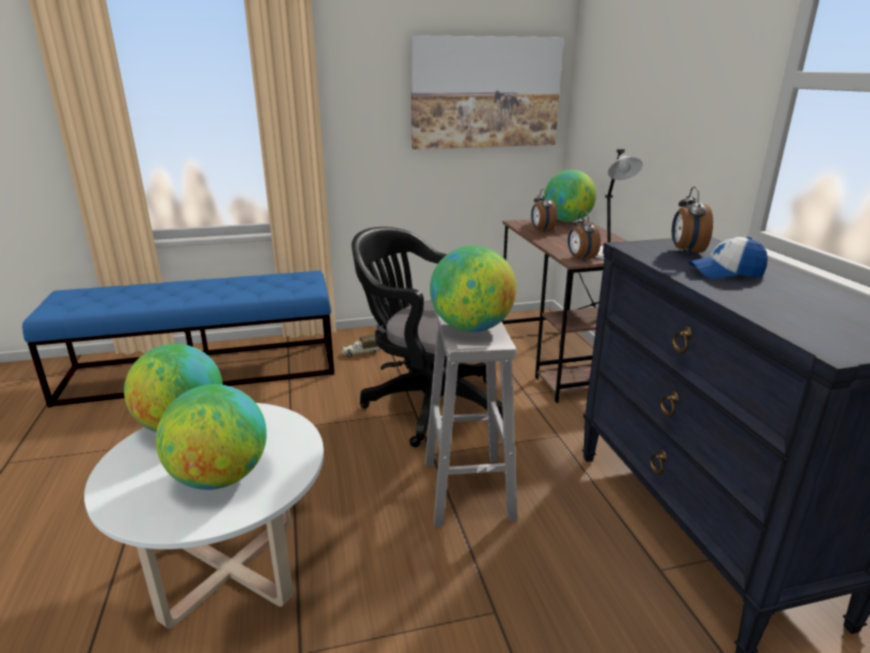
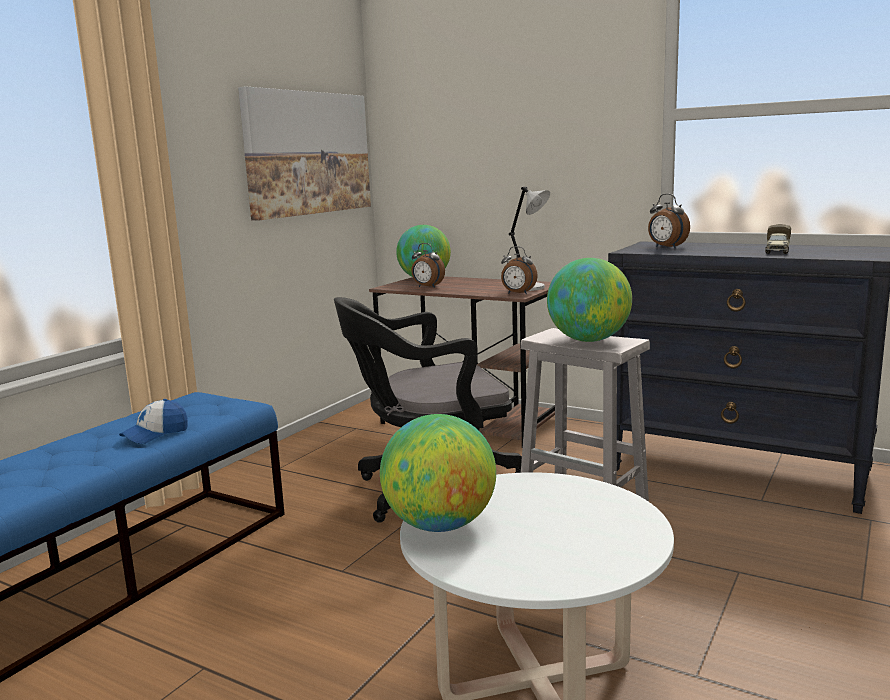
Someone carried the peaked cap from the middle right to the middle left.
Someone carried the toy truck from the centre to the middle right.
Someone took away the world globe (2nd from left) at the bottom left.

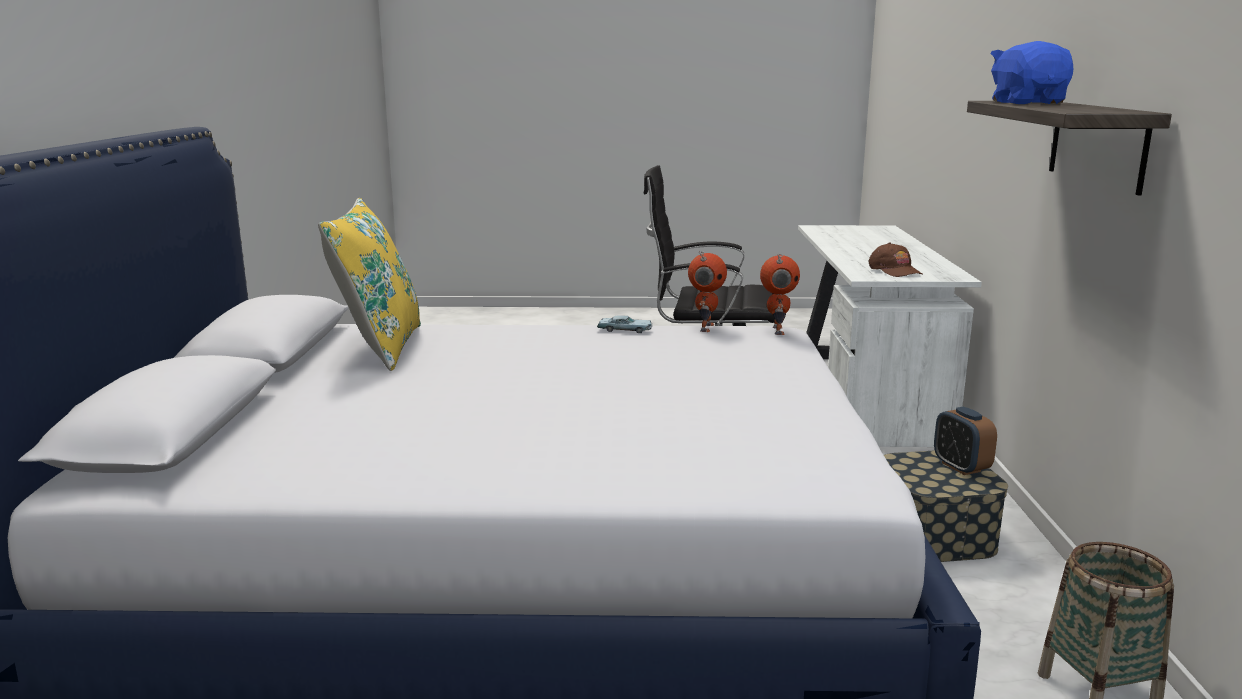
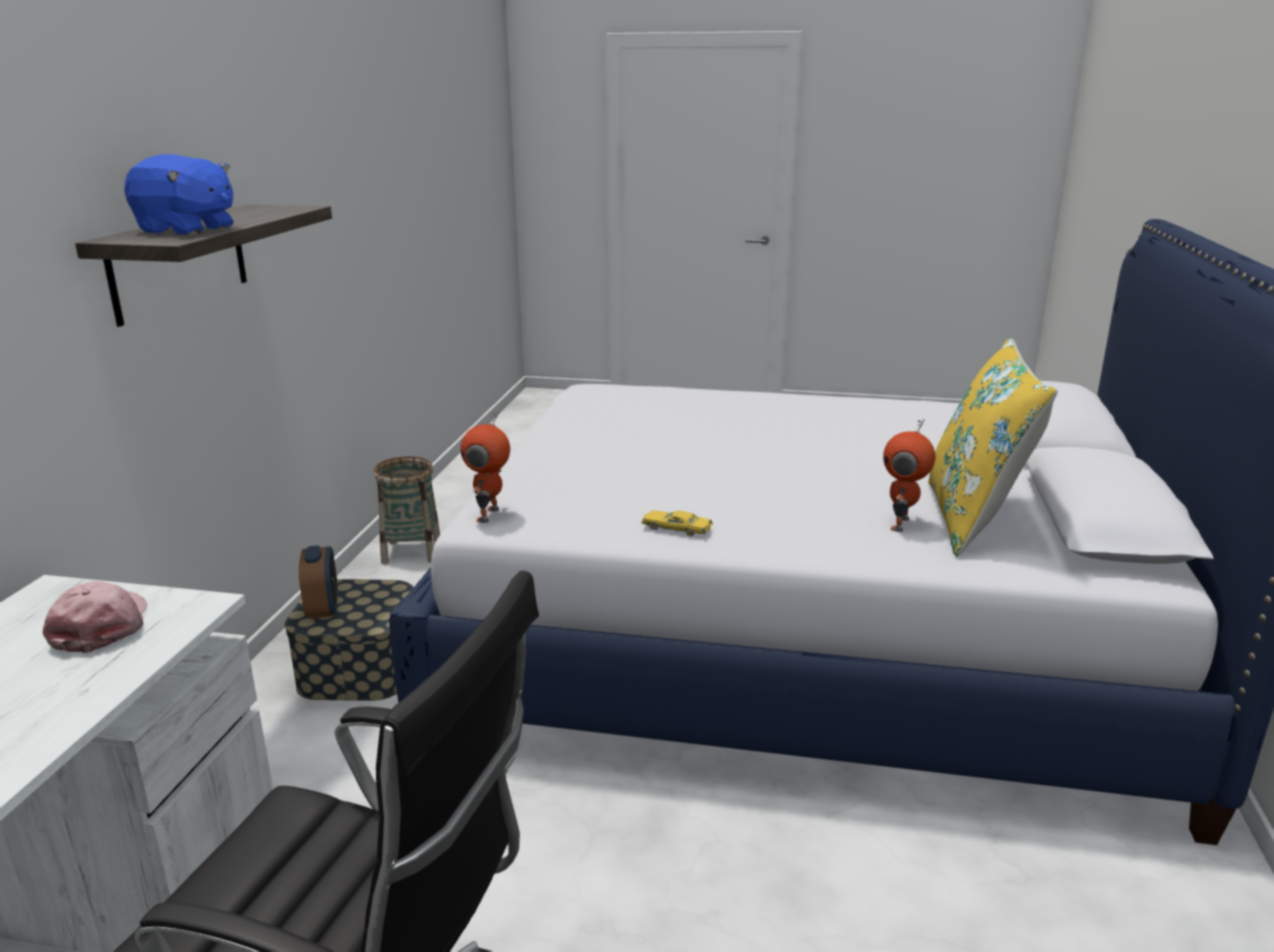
Someone rotated the blue-coloured plush toy at the top right by 75 degrees counterclockwise.
Someone repainted the brown peaked cap at the middle right, which became the pinkish peaked cap at the middle left.
Someone carried the robot figure (1st from left in the first image) from the centre to the middle right.
Someone repainted the blue-coloured model car at the centre, which became the yellowish model car at the centre.

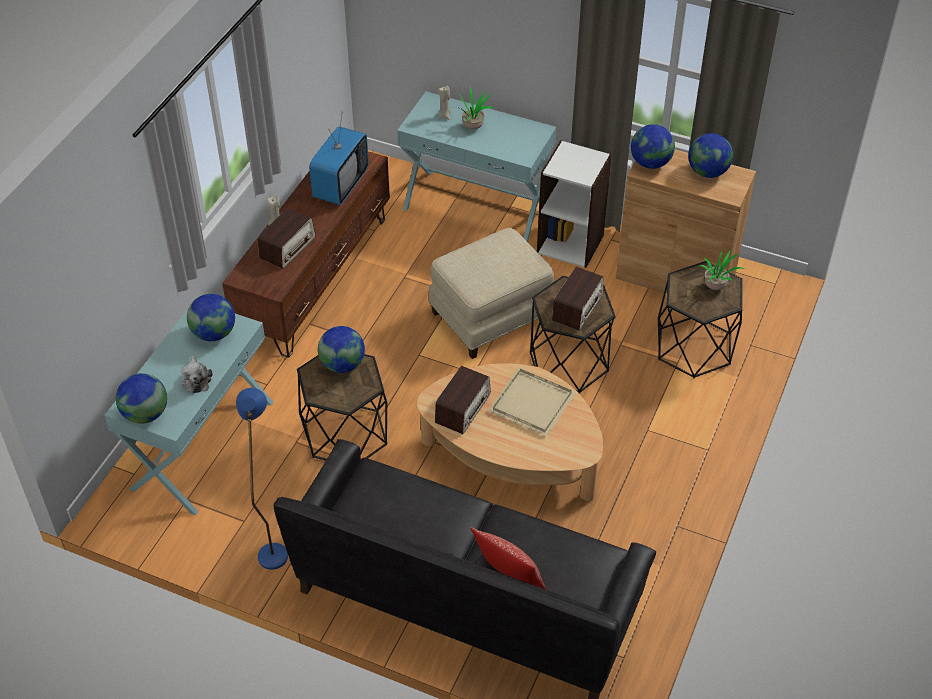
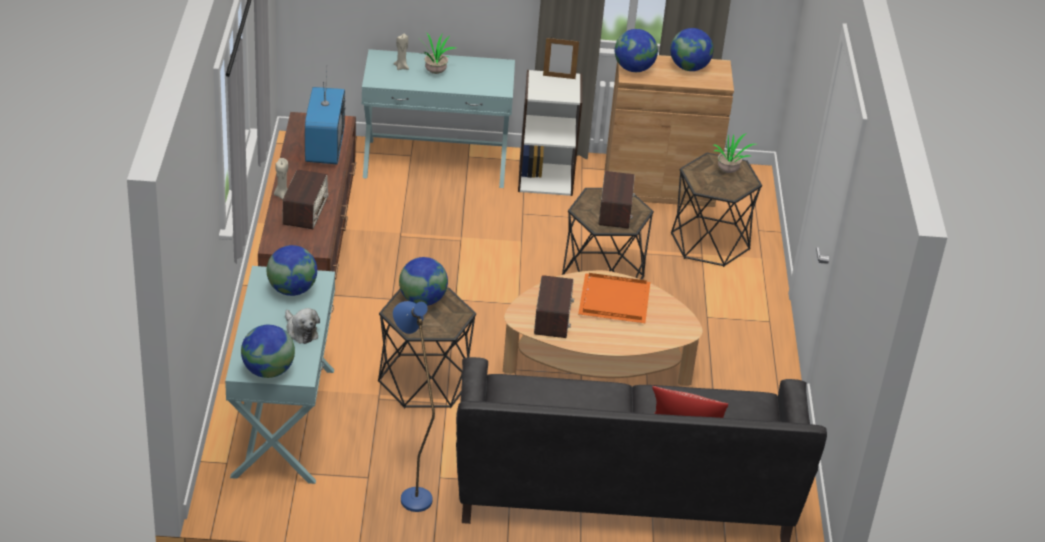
Someone took away the beige-coloured pouffe at the centre.
Someone repainted the beige-coloured tray at the centre, which became the orange tray at the centre.
Someone put down the photo frame at the top centre.

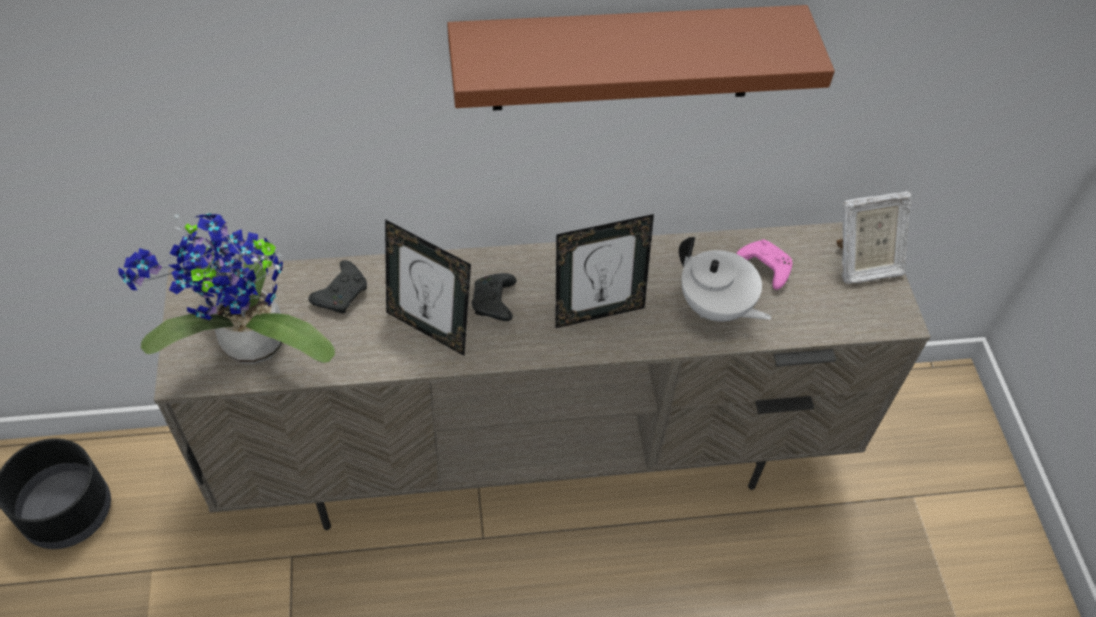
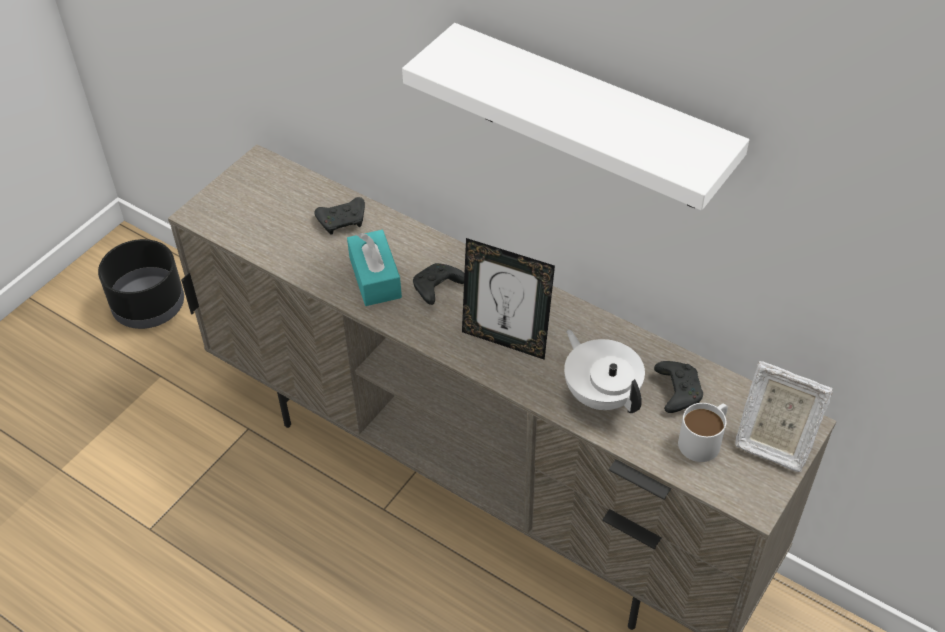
Someone repainted the brown wall shelf at the top centre, which became the white wall shelf at the top centre.
Someone took away the plant in a pot at the middle left.
Someone swapped the photo frame (1st from left) at the centre for the turquoise tissue holder at the centre.
Someone rotated the white tea pot at the centre by 150 degrees clockwise.
Someone repainted the pinkish gamepad at the middle right, which became the black gamepad (3rd from left) at the middle right.
Someone put down the white tea mug at the bottom right.

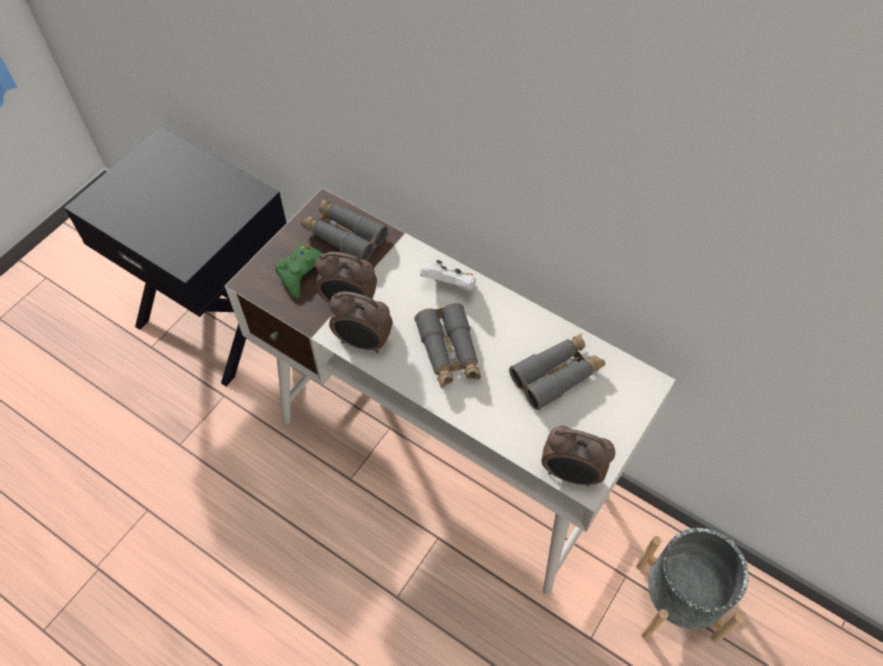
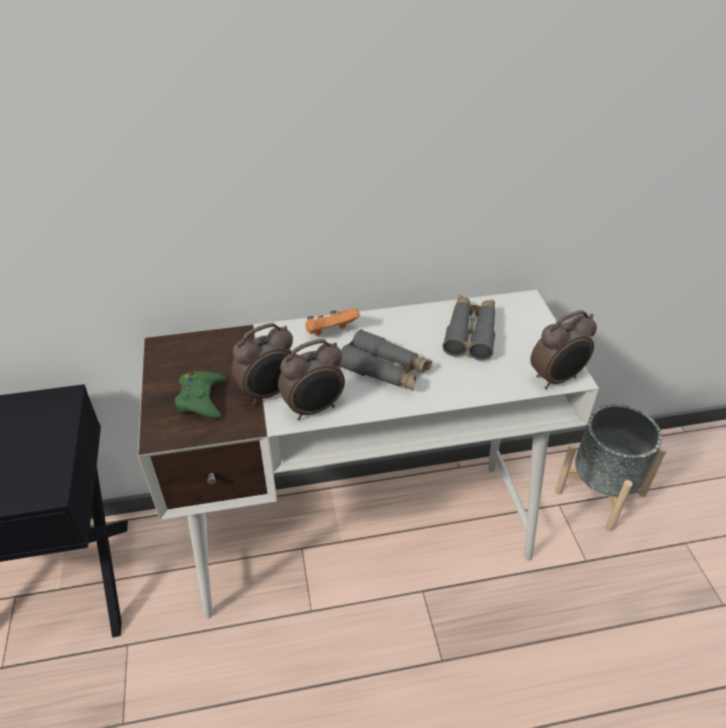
Someone took away the grey binoculars (1st from left) at the centre.
Someone repainted the white gamepad at the centre, which became the orange gamepad at the centre.

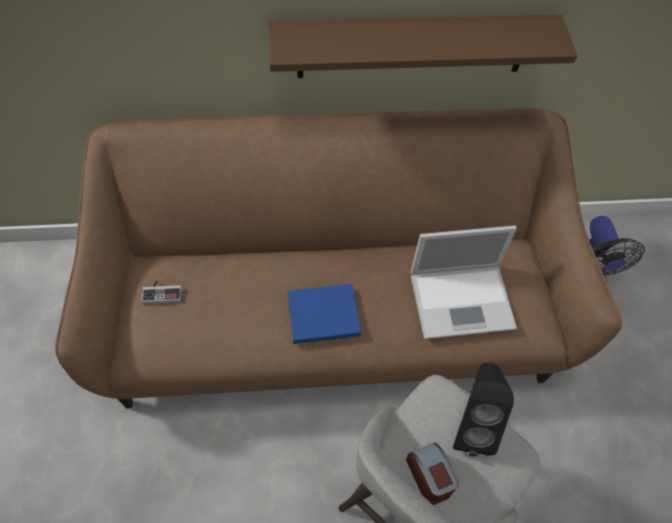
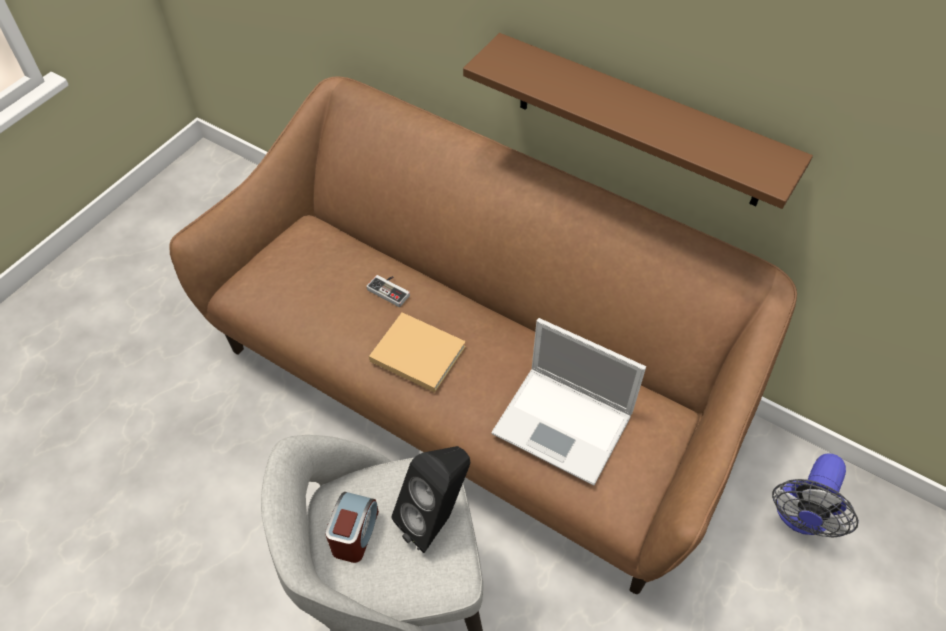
Someone carried the gamepad from the middle left to the centre.
Someone repainted the blue-coloured volume at the centre, which became the beige-coloured volume at the centre.

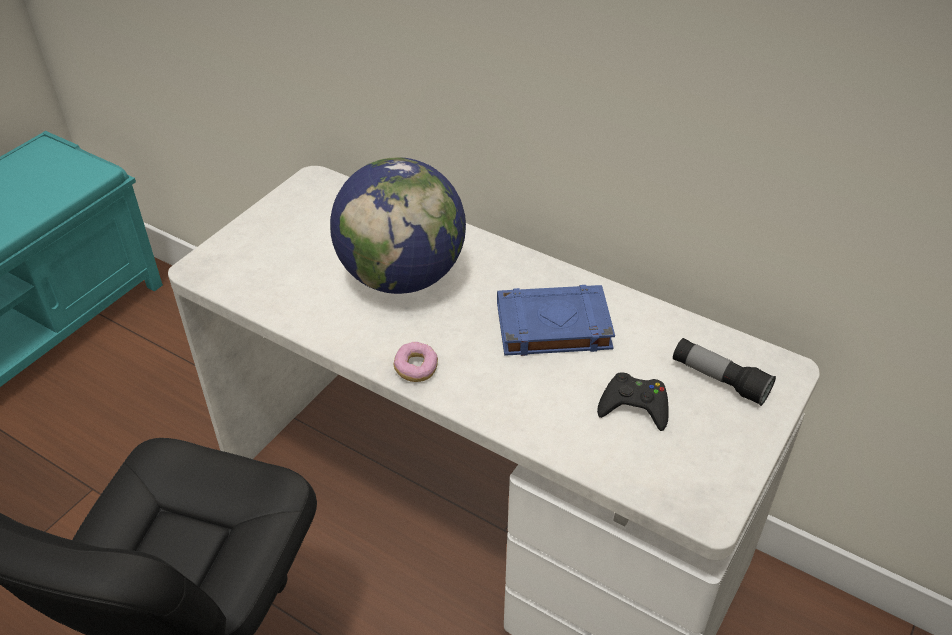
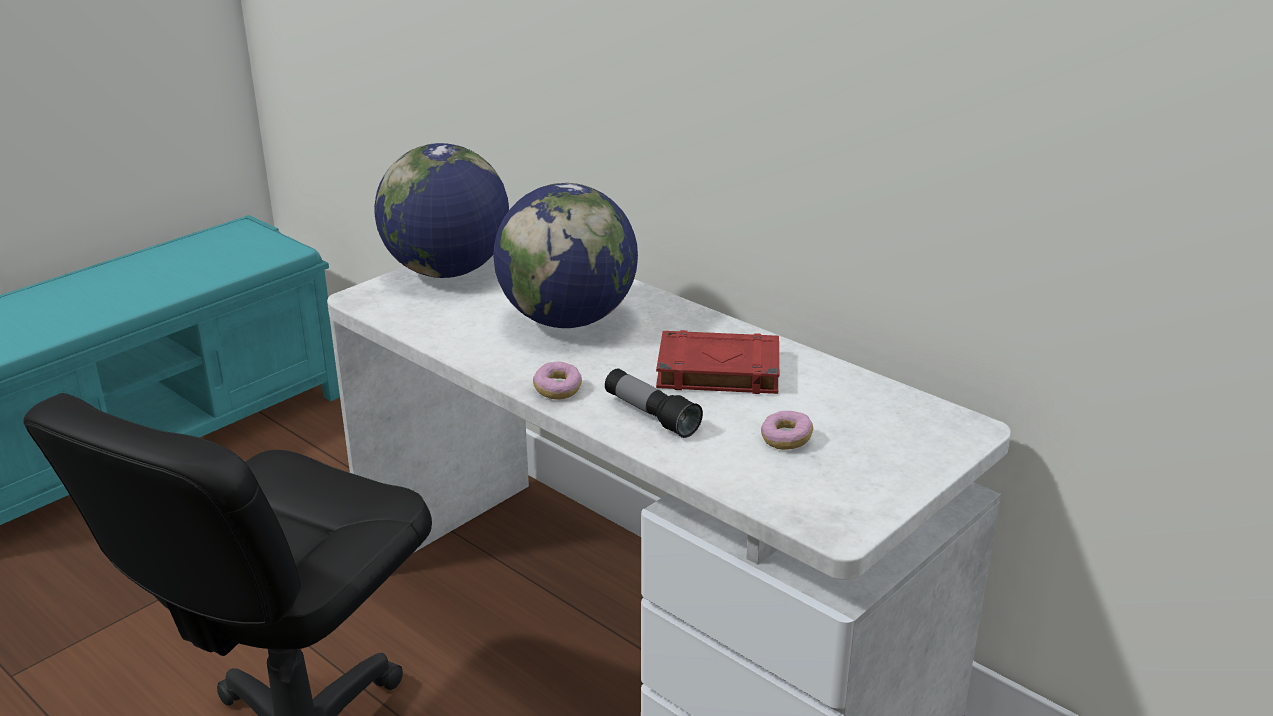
Someone repainted the blue-coloured volume at the centre, which became the reddish volume at the centre.
Someone carried the torch from the middle right to the centre.
Someone swapped the black gamepad at the centre for the ring doughnut (2nd from left) at the centre.
Someone put down the world globe (1st from left) at the top centre.

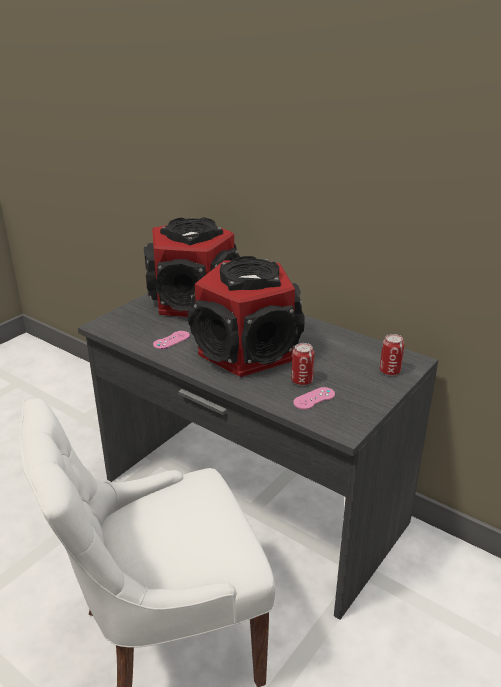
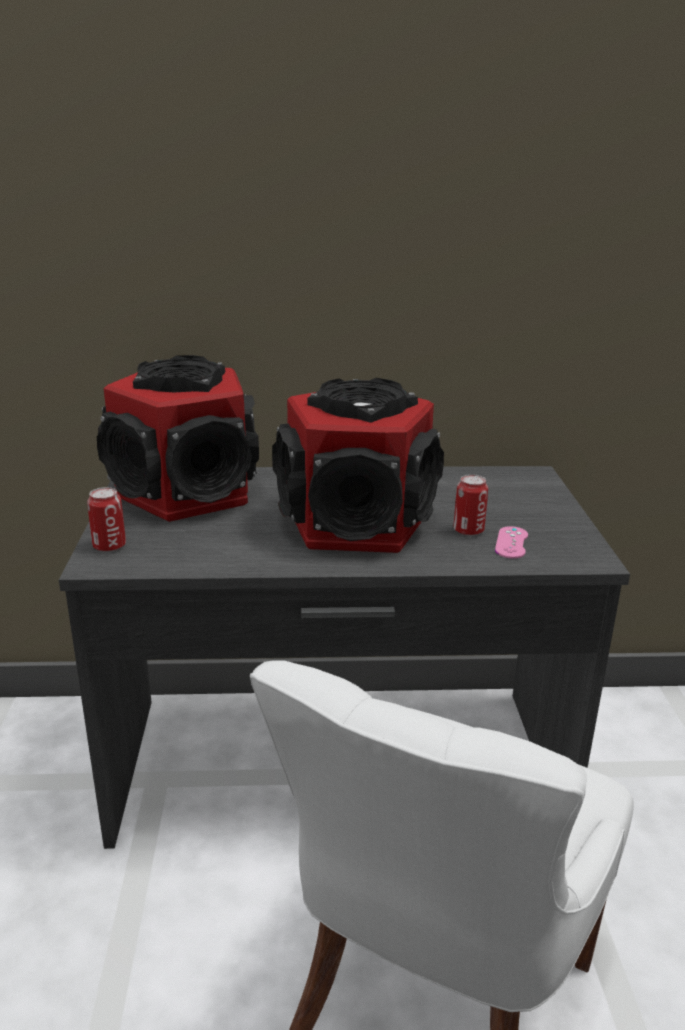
Someone took away the pinkish gamepad (1st from left) at the centre.
Someone carried the sealed can (2nd from left in the first image) from the middle right to the middle left.

